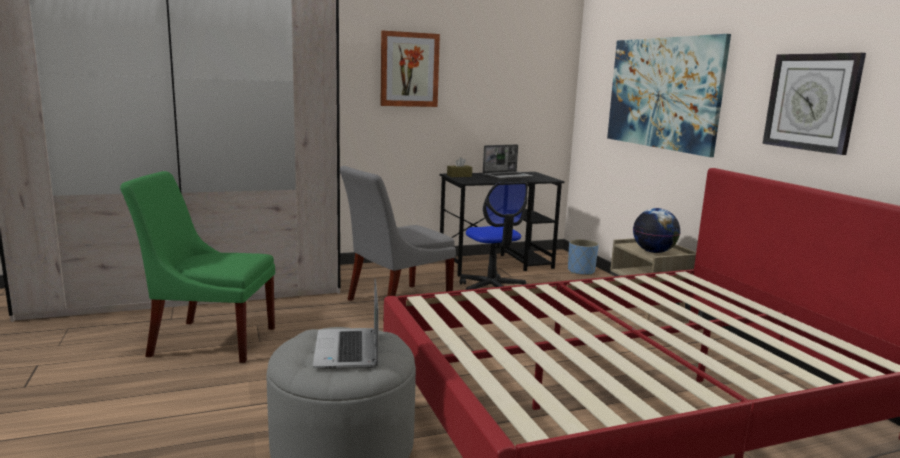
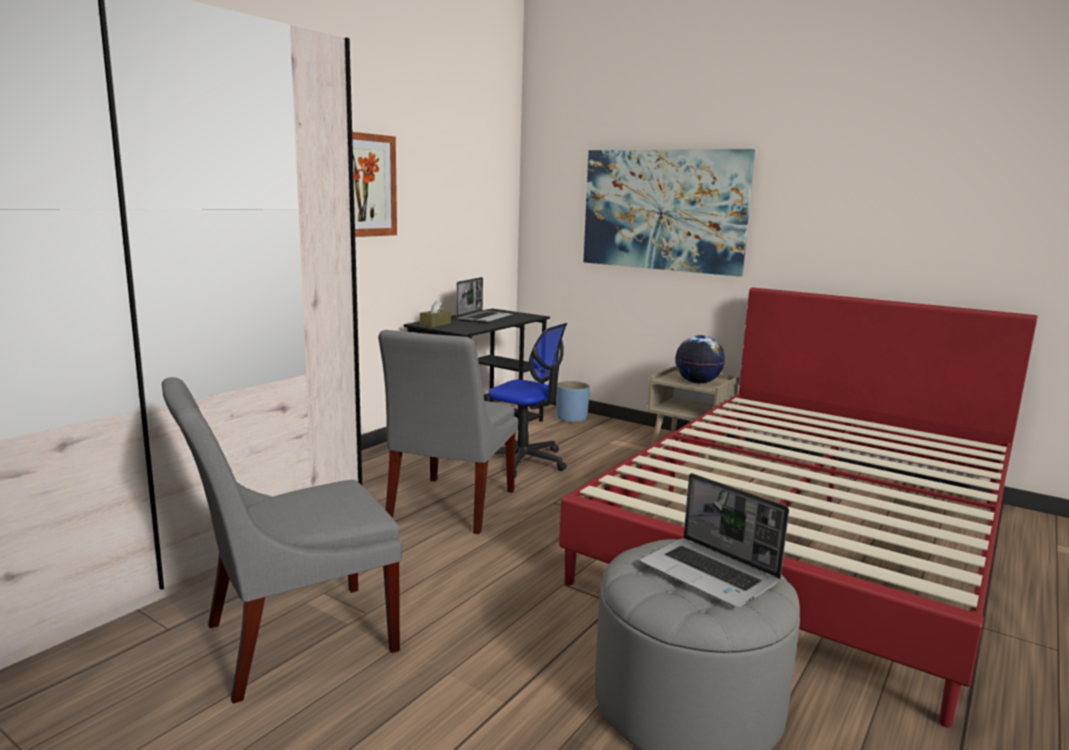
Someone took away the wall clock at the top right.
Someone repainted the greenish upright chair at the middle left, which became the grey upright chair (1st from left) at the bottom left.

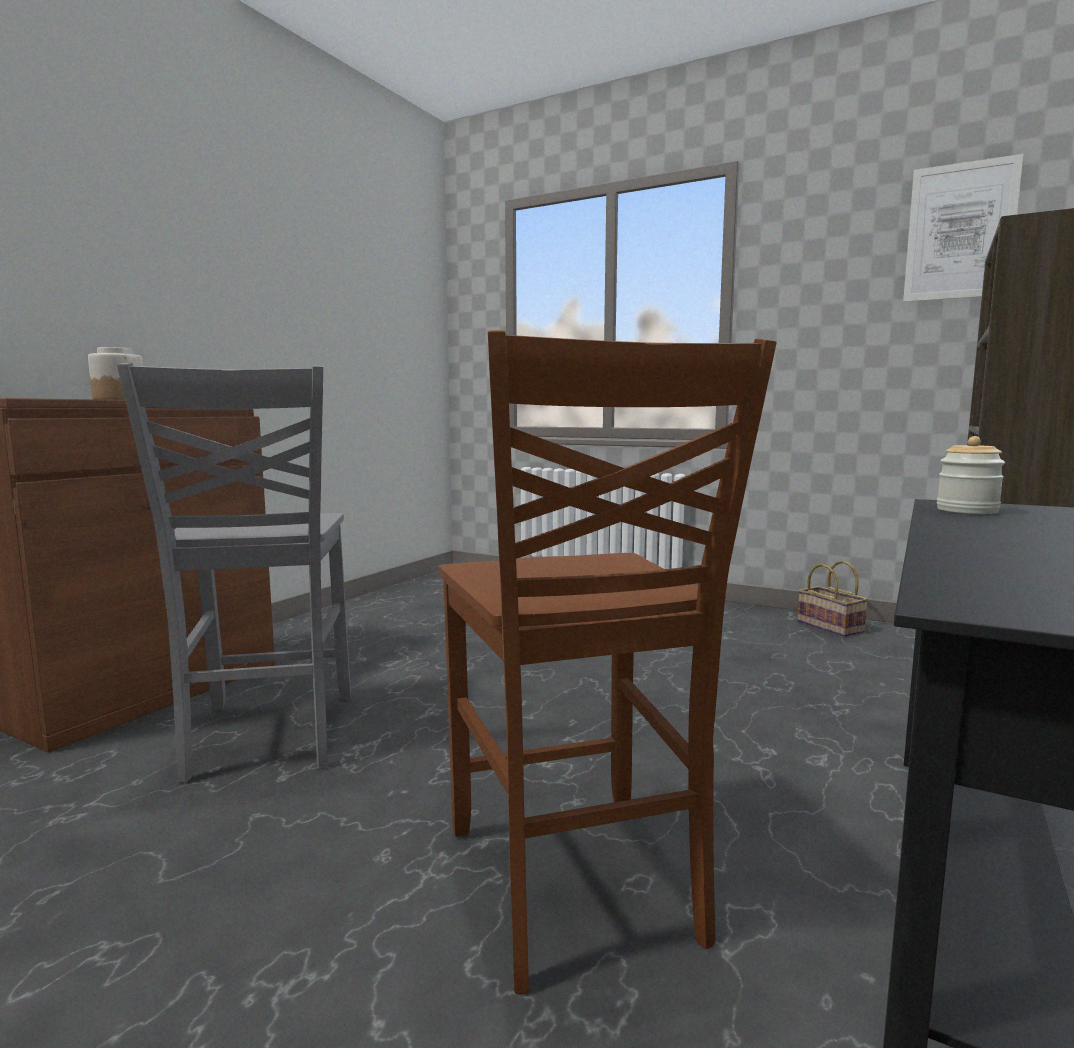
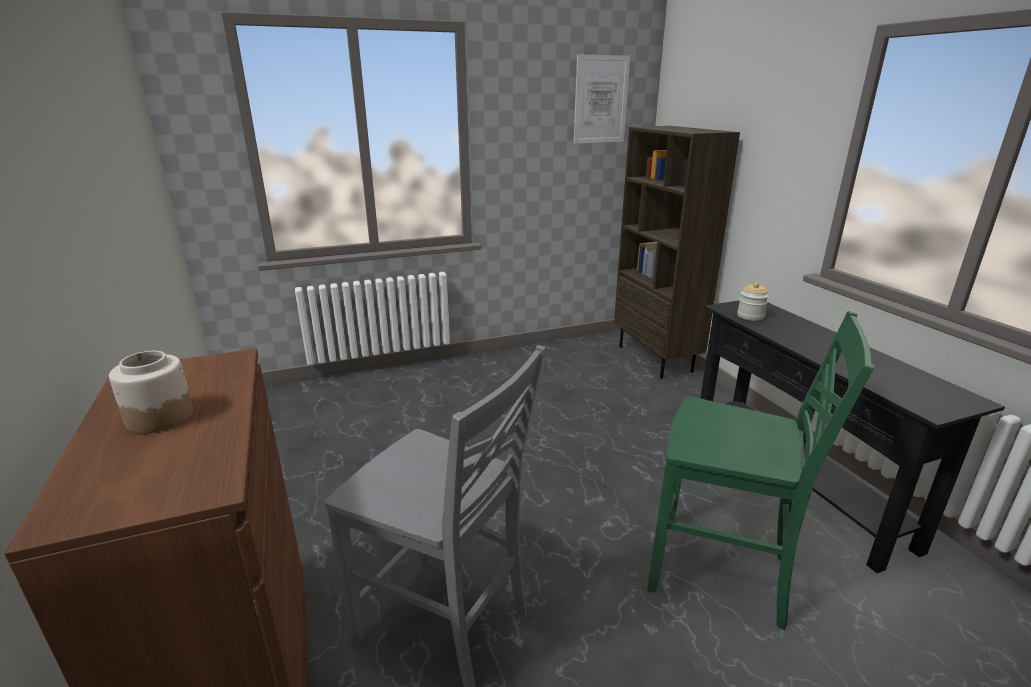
Someone repainted the brown upright chair at the centre, which became the greenish upright chair at the bottom right.
Someone took away the household basket at the middle right.

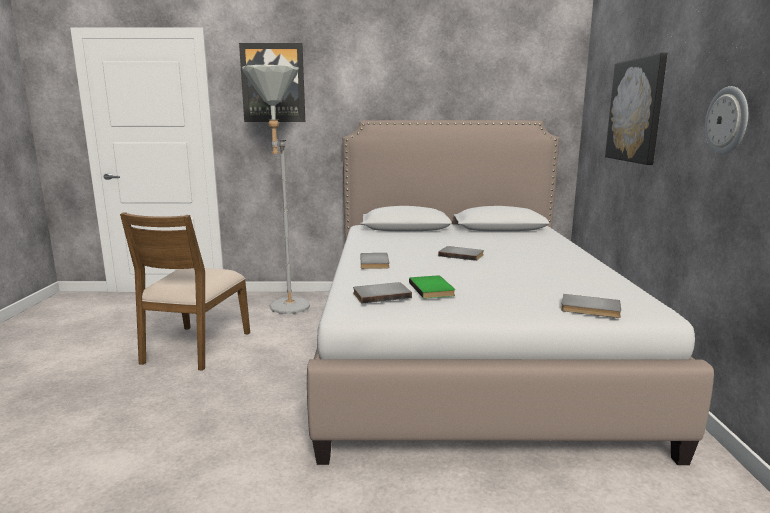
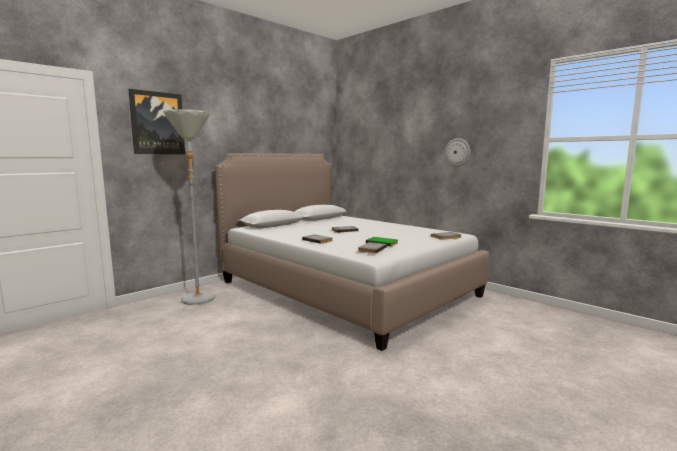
Someone took away the picture (2nd from left) at the top right.
Someone took away the brown upright chair at the middle left.

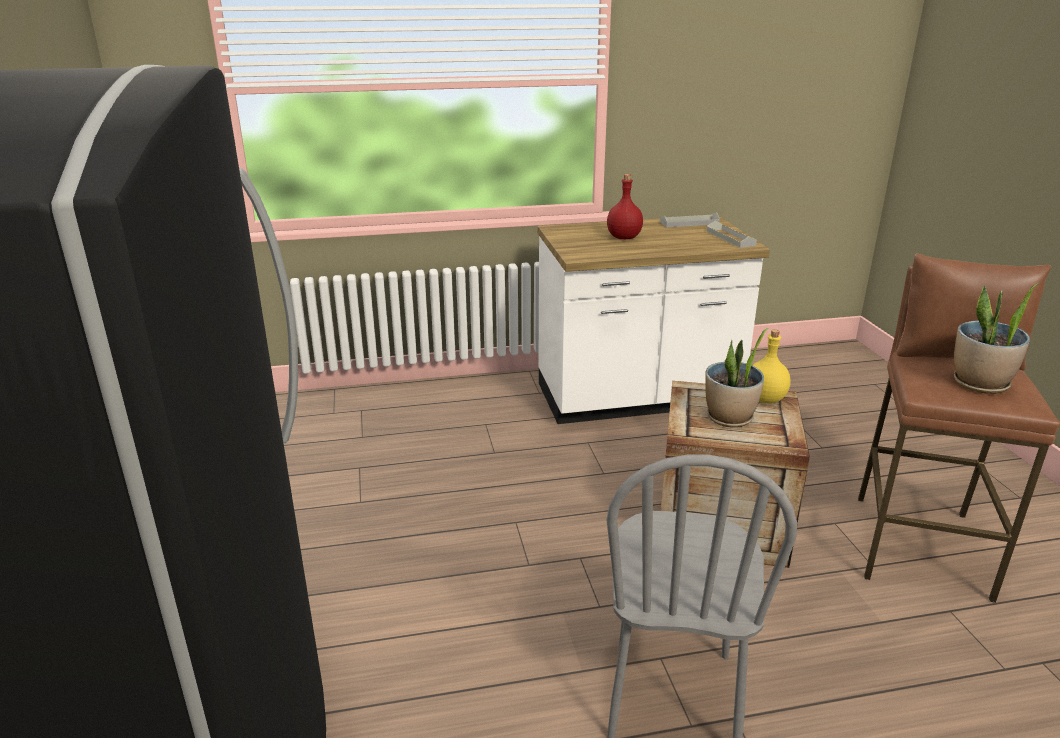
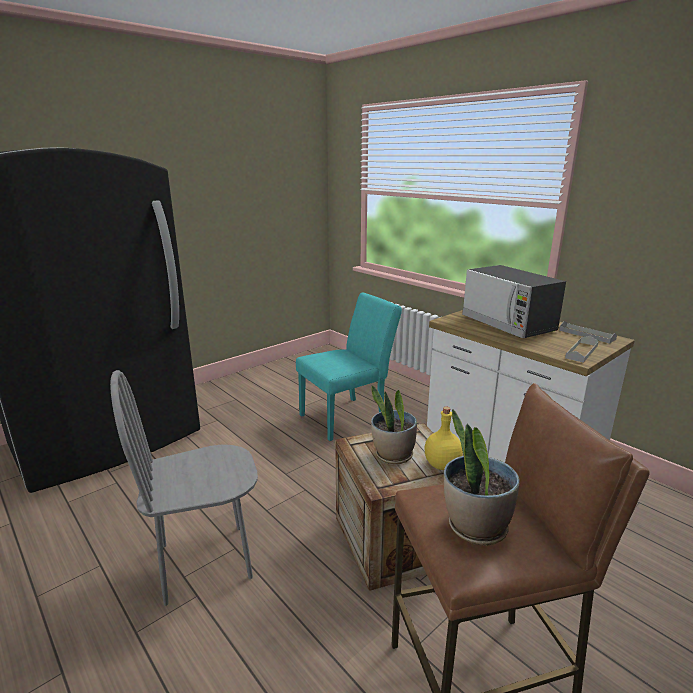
Someone swapped the reddish drink bottle at the top centre for the microwave oven at the middle right.
Someone put down the turquoise upright chair at the centre.

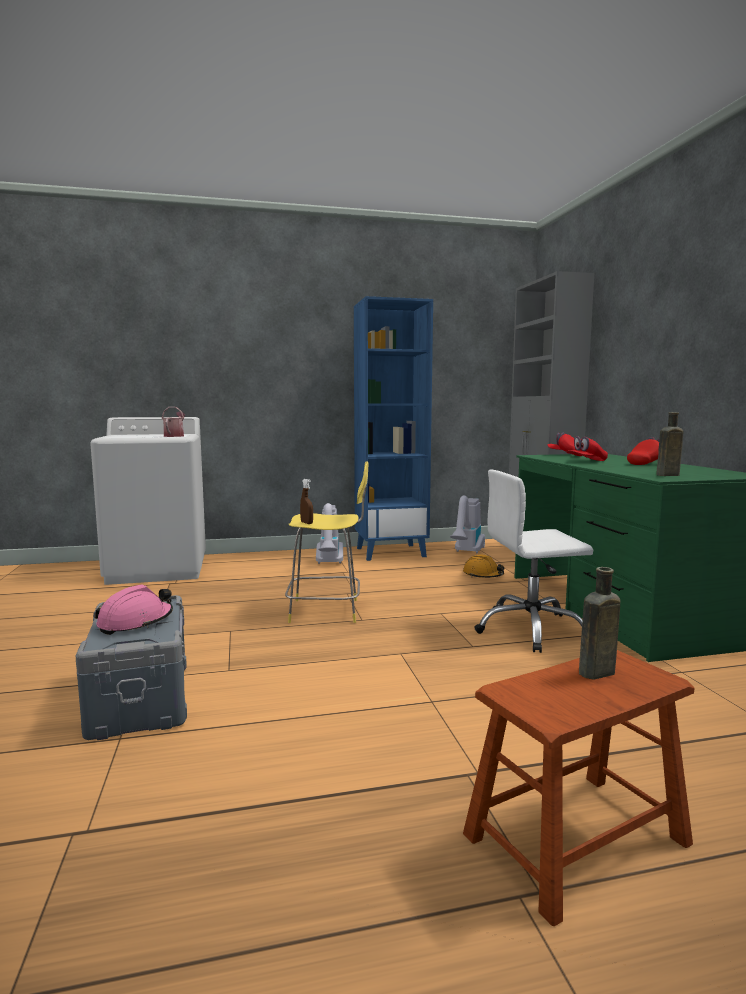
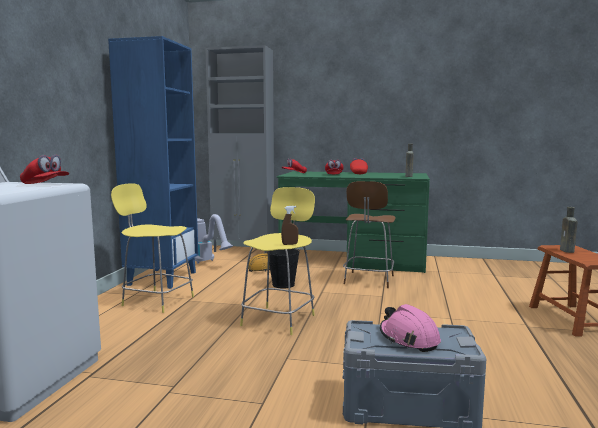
Someone swapped the watering can at the middle left for the reddish peaked cap (1st from left) at the middle left.
Someone swapped the white computer chair at the middle right for the brown stool (1st from left) at the centre.
Someone swapped the vacuum cleaner (1st from left) at the centre for the yellowish stool (1st from left) at the middle left.
Someone put down the black pail at the centre.

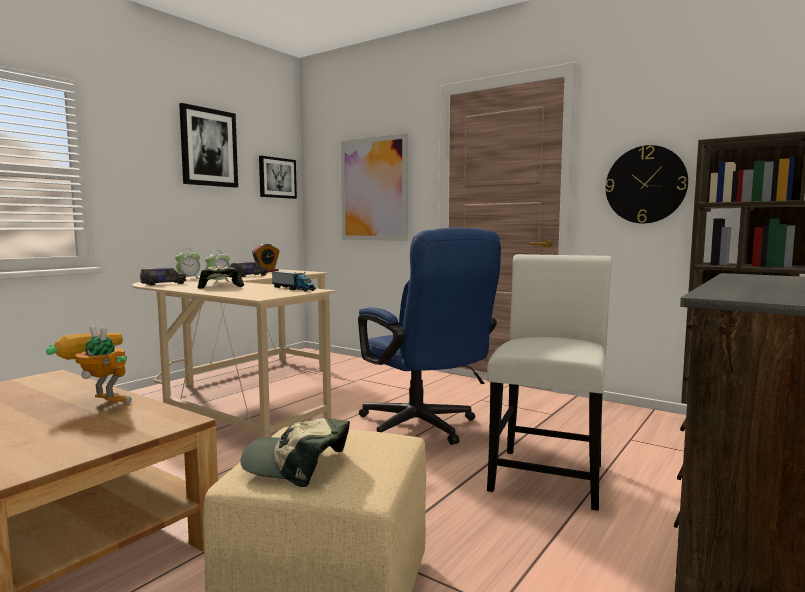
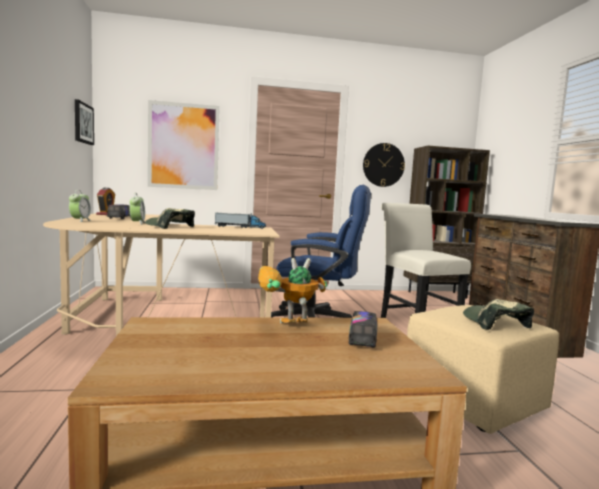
Someone took away the picture (1st from left) at the top left.
Someone carried the toy truck (1st from left in the first image) from the middle left to the bottom centre.
Someone rotated the peaked cap (2nd from left) at the bottom centre by 105 degrees clockwise.

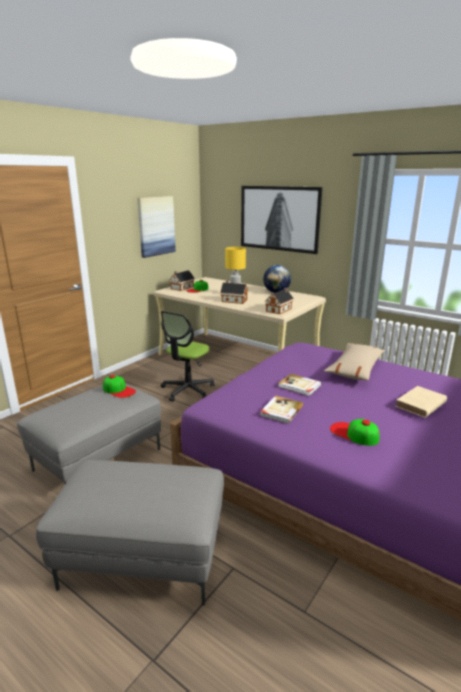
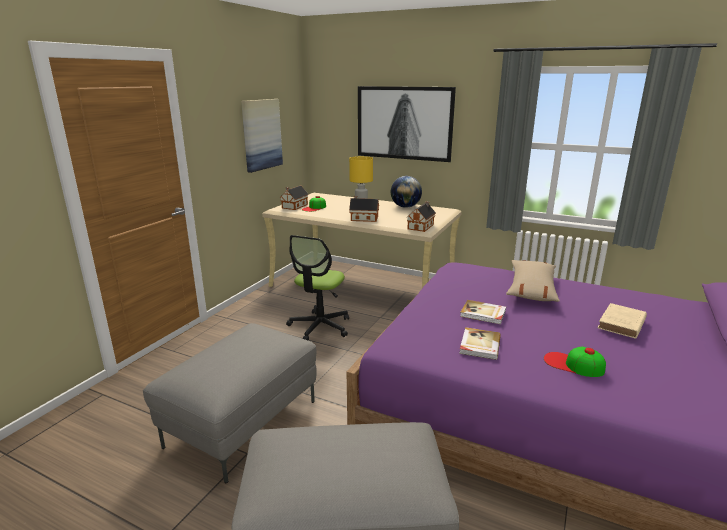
Someone took away the peaked cap (1st from left) at the middle left.

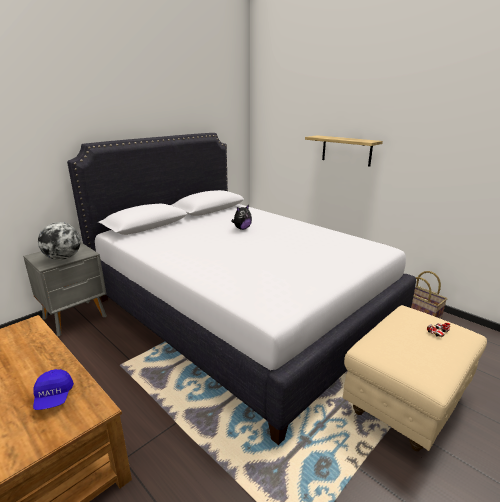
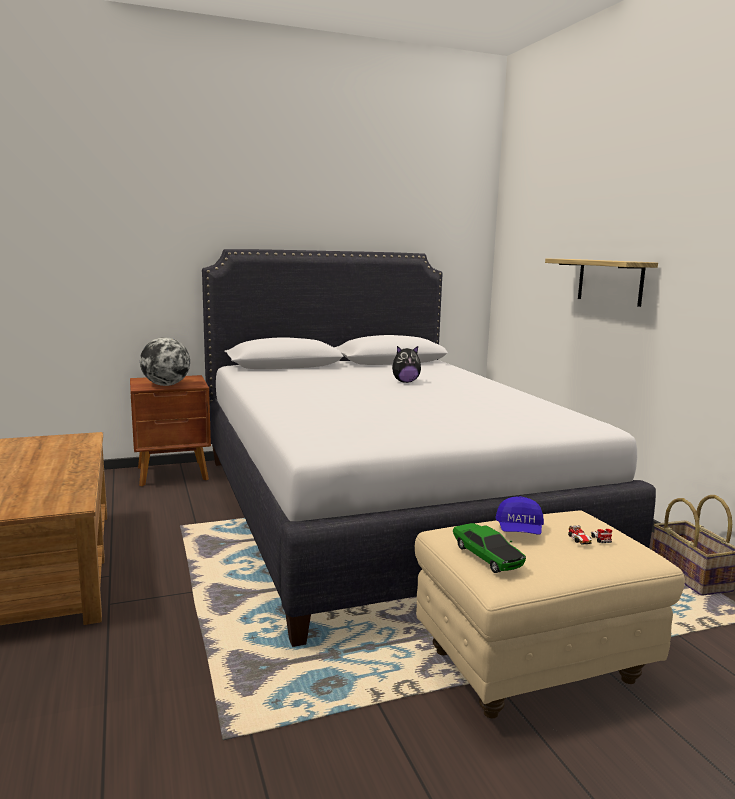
Someone repainted the grey nightstand at the middle left, which became the brown nightstand at the middle left.
Someone carried the blue-coloured peaked cap from the bottom left to the middle right.
Someone put down the model car (1st from left) at the bottom centre.

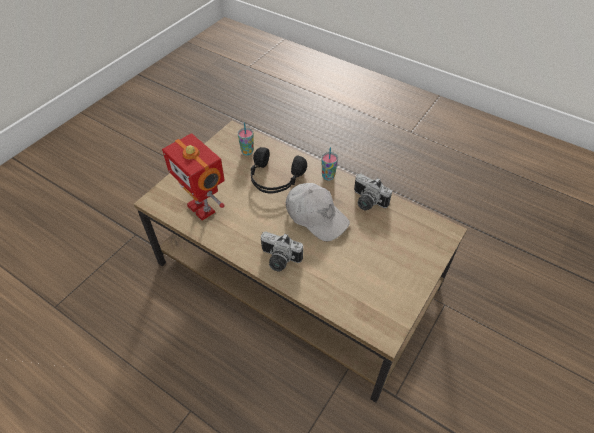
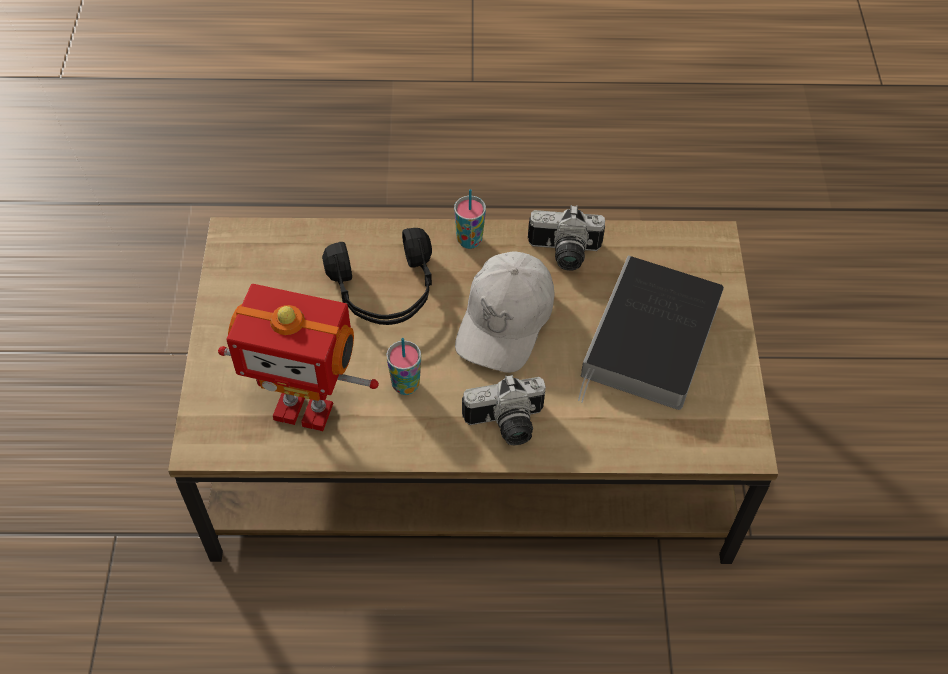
Someone carried the cup (1st from left) from the top centre to the centre.
Someone rotated the white peaked cap at the centre by 105 degrees clockwise.
Someone put down the volume at the middle right.

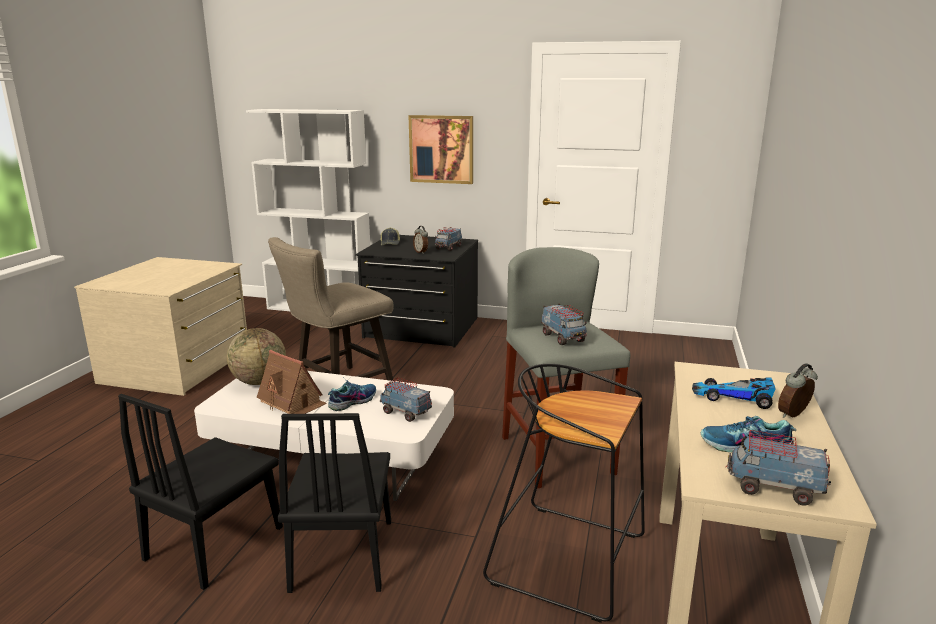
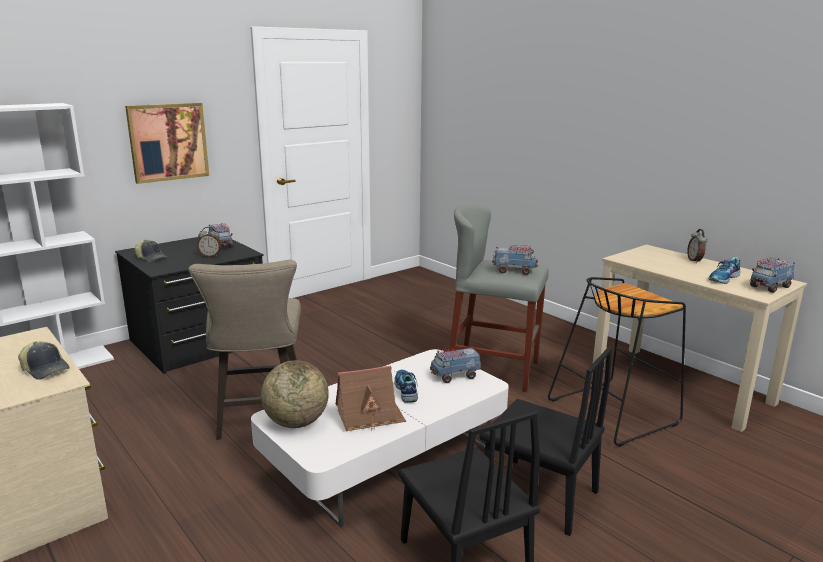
Someone took away the model car at the middle right.
Someone put down the peaked cap (1st from left) at the middle left.

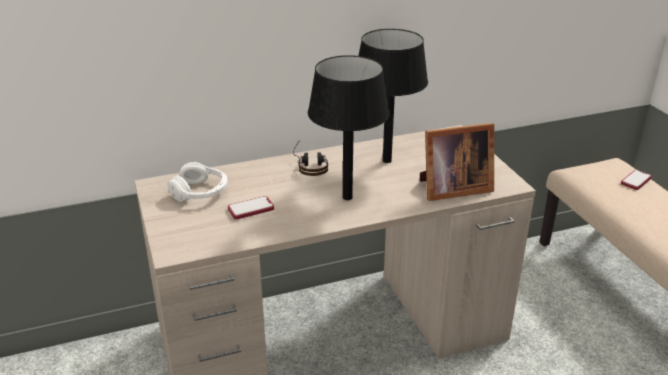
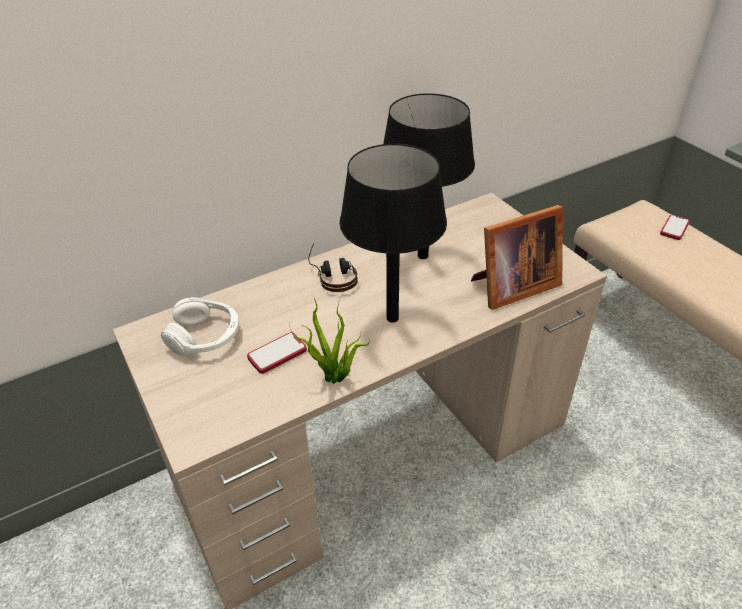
Someone put down the plant in a pot at the centre.

